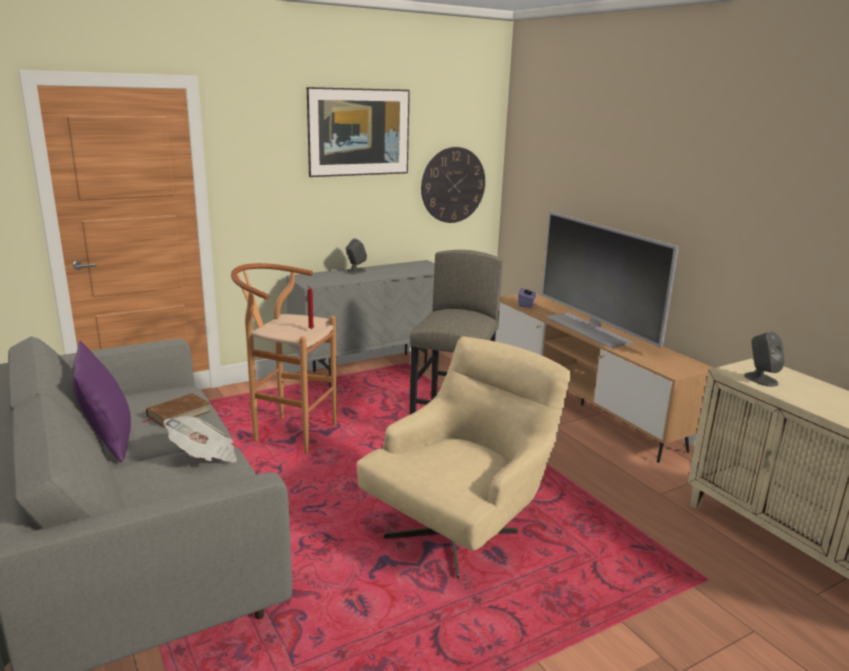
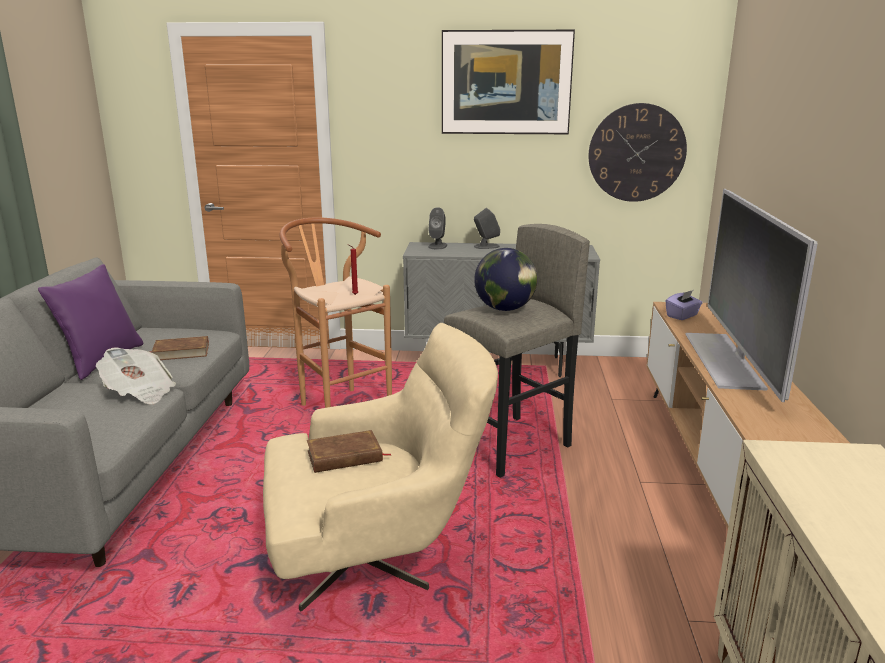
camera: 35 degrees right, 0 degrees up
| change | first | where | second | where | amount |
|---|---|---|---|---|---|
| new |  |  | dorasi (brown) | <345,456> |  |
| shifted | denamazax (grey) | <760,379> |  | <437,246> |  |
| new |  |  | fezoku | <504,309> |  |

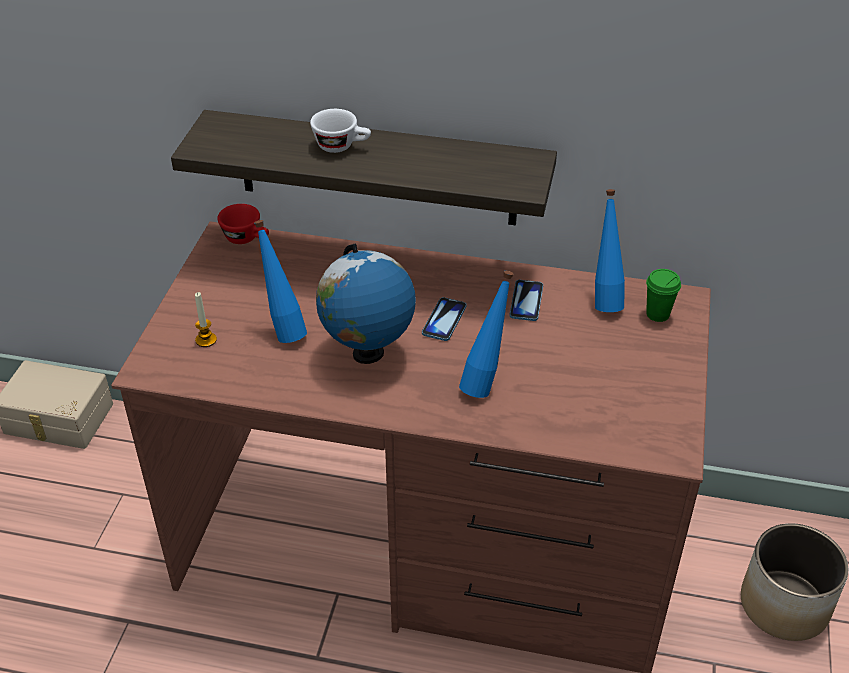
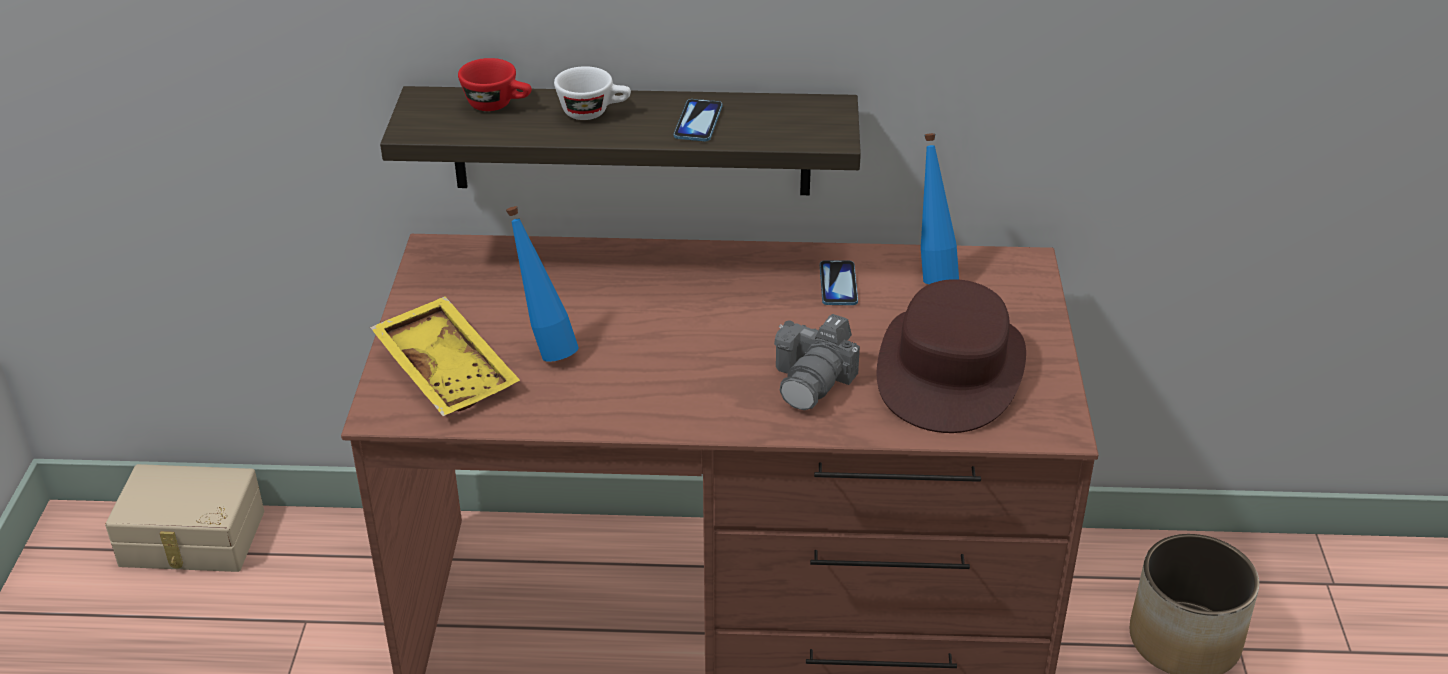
camera: 10 degrees left, 5 degrees down
| change | first | where | second | where | amount |
|---|---|---|---|---|---|
| swapped | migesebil | <206,340> | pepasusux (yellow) | <449,370> |  |
| shifted | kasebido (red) | <247,238> |  | <498,104> |  |
| shifted | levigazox | <444,320> |  | <698,122> |  |
| swapped | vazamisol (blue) | <485,383> | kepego | <814,380> |  |
| new |  |  | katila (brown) | <950,370> |  |
| gone | fezoku | <367,354> |  |  |  |
| gone | kasebido (green) | <657,314> |  |  |  |

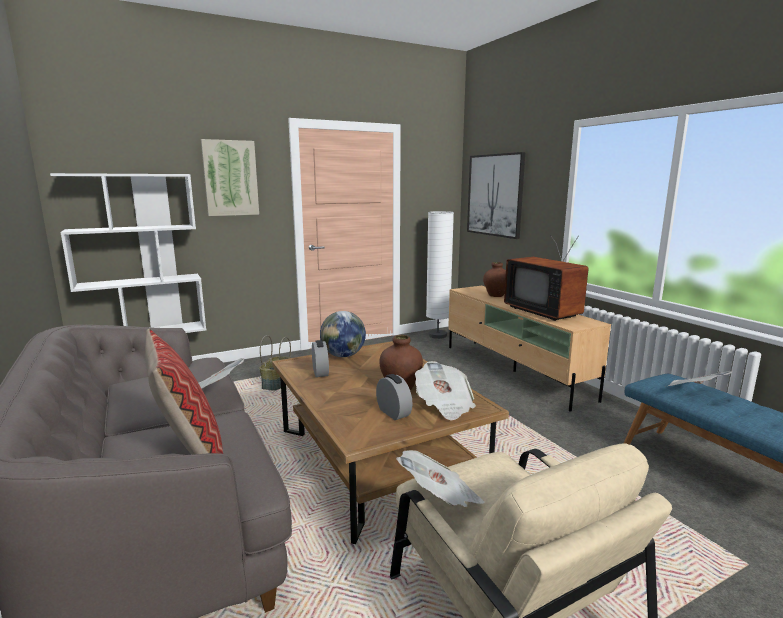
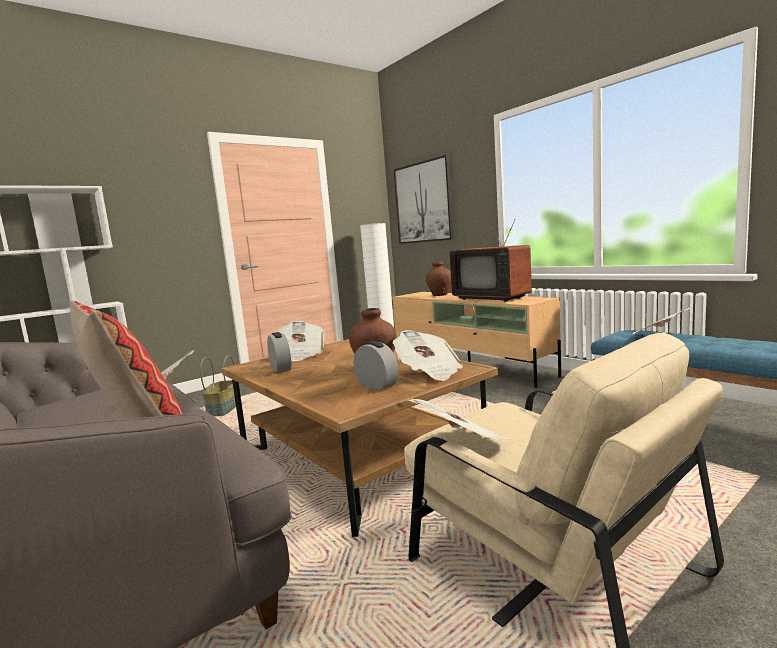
camera: 10 degrees left, 5 degrees down
| change | first | where | second | where | amount |
|---|---|---|---|---|---|
| swapped | fezoku | <343,355> | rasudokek | <301,354> |  |
| gone | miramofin | <230,178> |  |  |  |

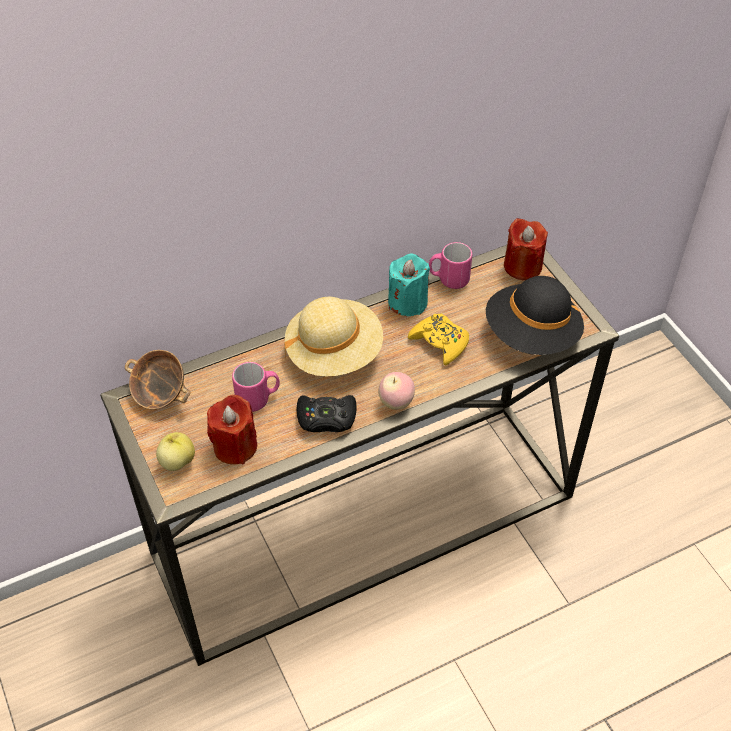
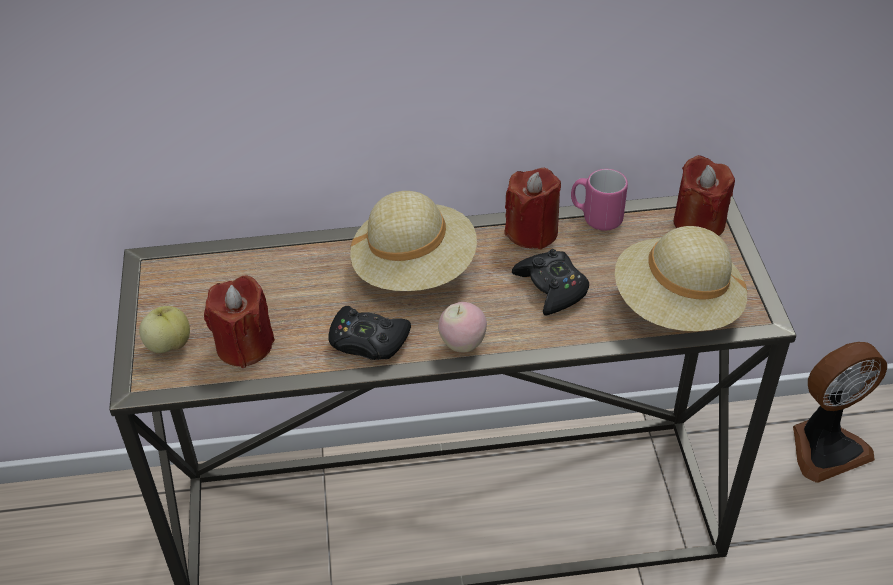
camera: 20 degrees right, 5 degrees down
| change | first | where | second | where | amount |
|---|---|---|---|---|---|
| repainted | migesebil (turquoise) | <407,302> | migesebil (red) | <532,232> |  |
| repainted | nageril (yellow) | <440,342> | nageril (black) | <551,288> |  |
| repainted | katila (black) | <531,335> | katila (beige) | <676,306> |  |
| new |  |  | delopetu | <825,446> |  |
| gone | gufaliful | <160,394> |  |  |  |
| gone | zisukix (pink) | <258,399> |  |  |  |

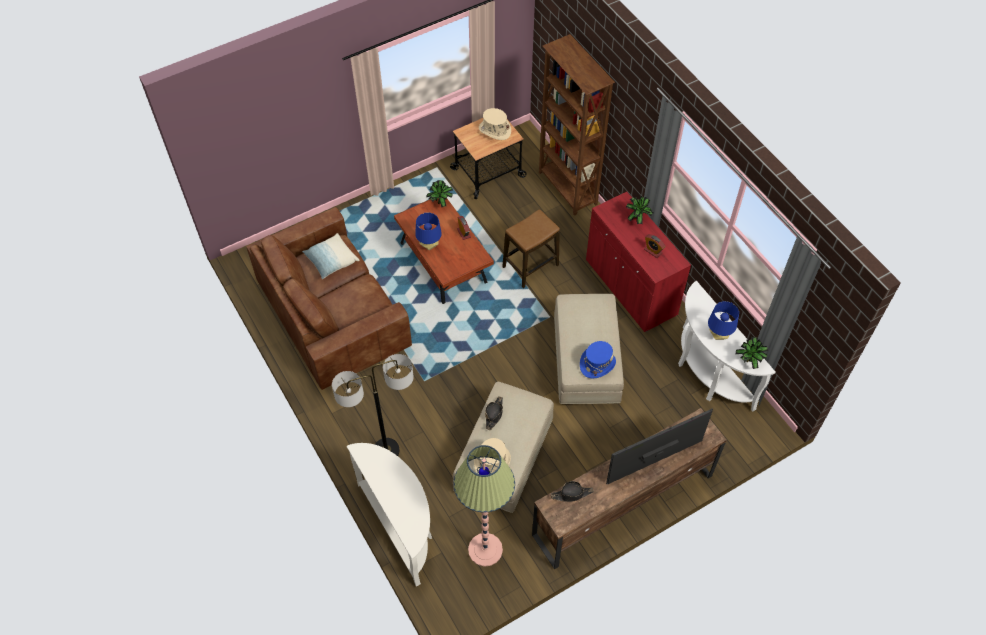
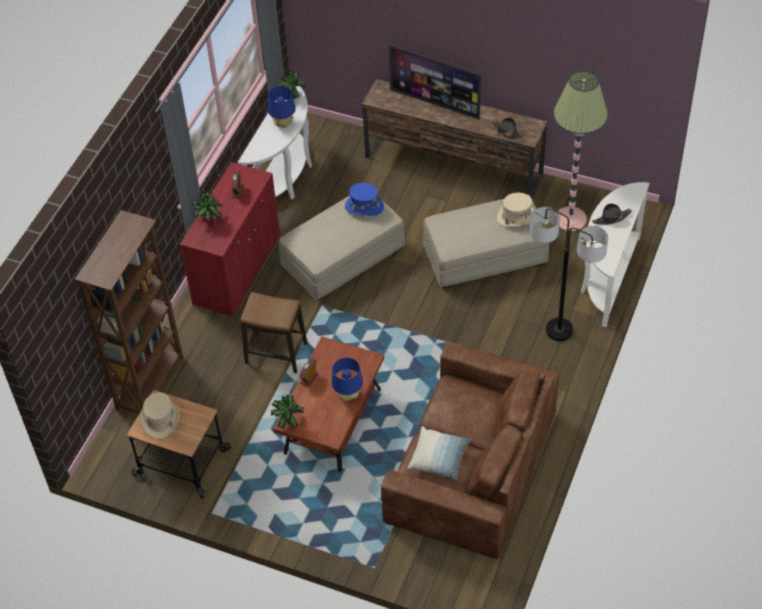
camera: 125 degrees left, 5 degrees down
| change | first | where | second | where | amount |
|---|---|---|---|---|---|
| shifted | katila (black) | <494,414> |  | <611,218> |  |

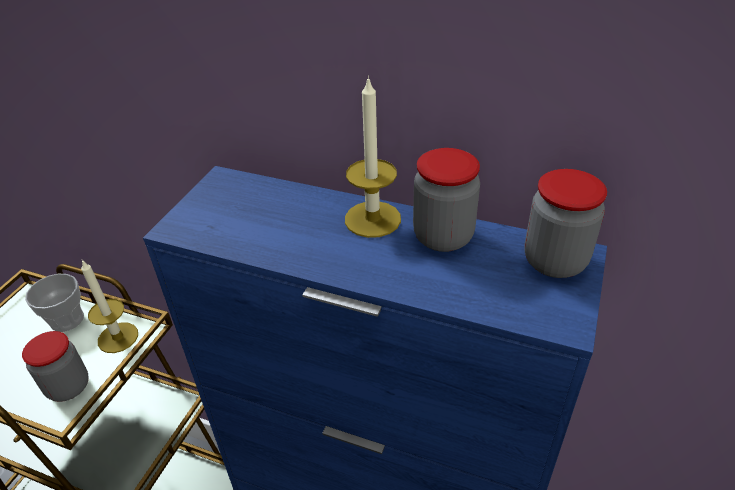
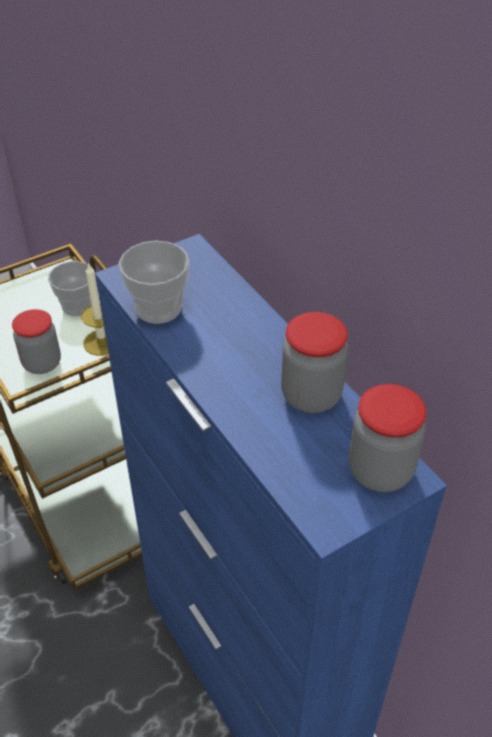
camera: 35 degrees right, 5 degrees up
| change | first | where | second | where | amount |
|---|---|---|---|---|---|
| new |  |  | kasebido | <158,308> |  |
| gone | migesebil | <372,219> |  |  |  |

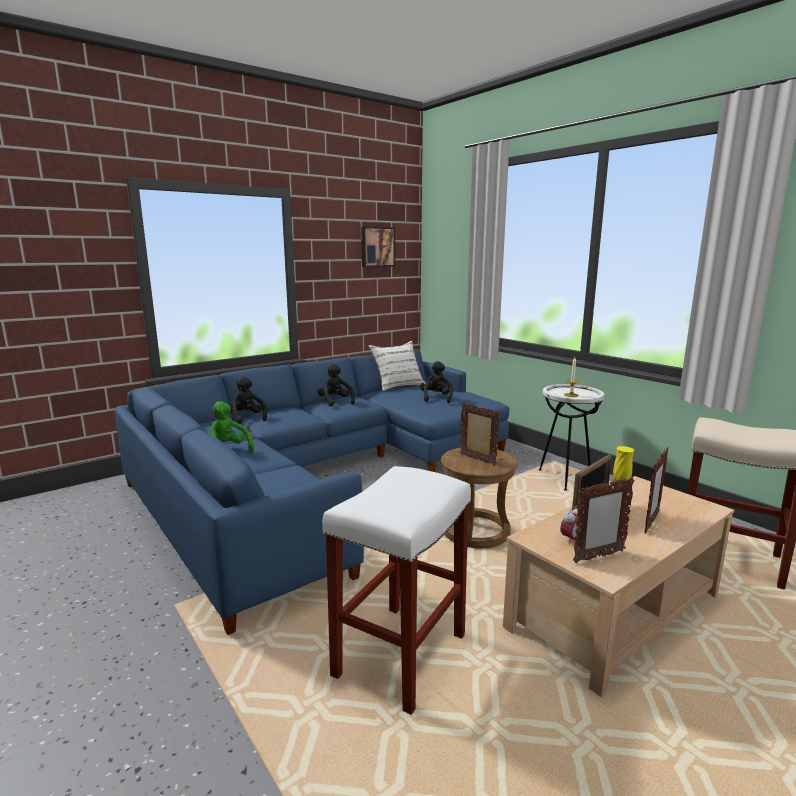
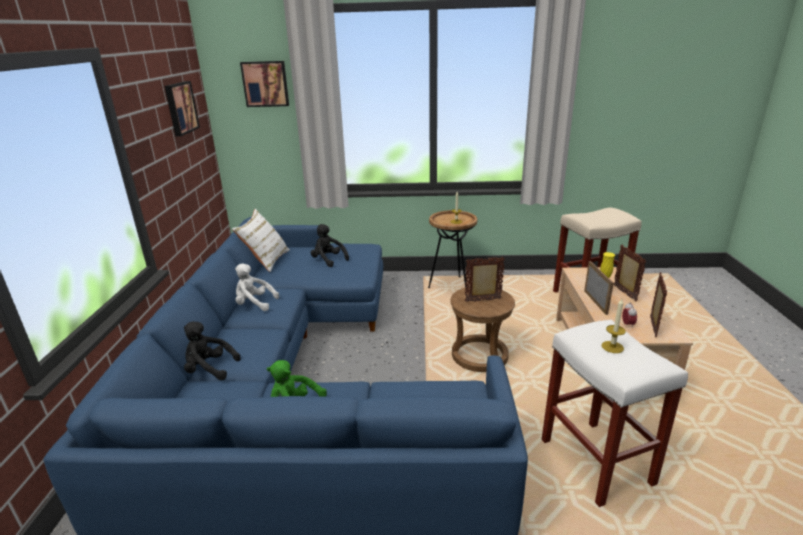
camera: 50 degrees left, 10 degrees up
| change | first | where | second | where | amount |
|---|---|---|---|---|---|
| repainted | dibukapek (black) | <335,402> | dibukapek (white) | <254,304> |  |
| new |  |  | miramofin | <265,84> |  |
| repainted | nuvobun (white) | <564,479> | nuvobun (brown) | <451,287> |  |
| new |  |  | migesebil | <612,347> |  |

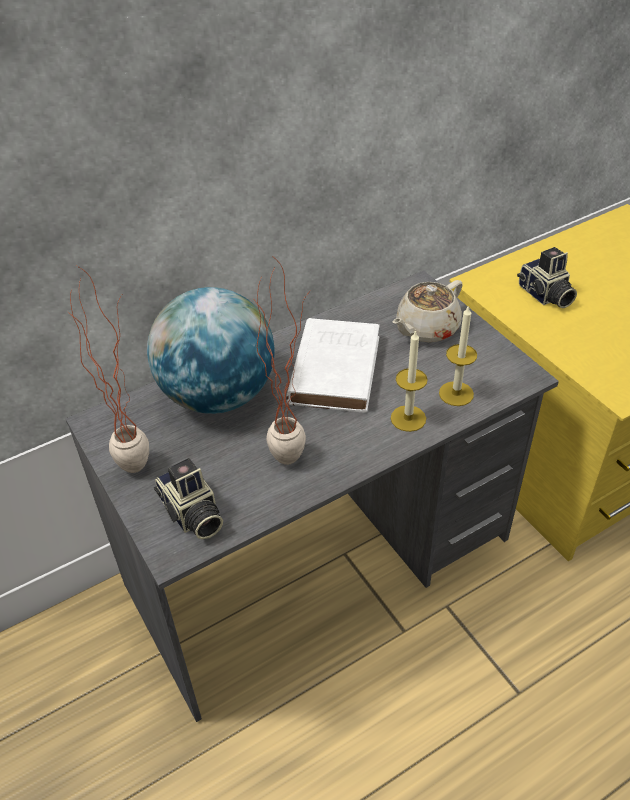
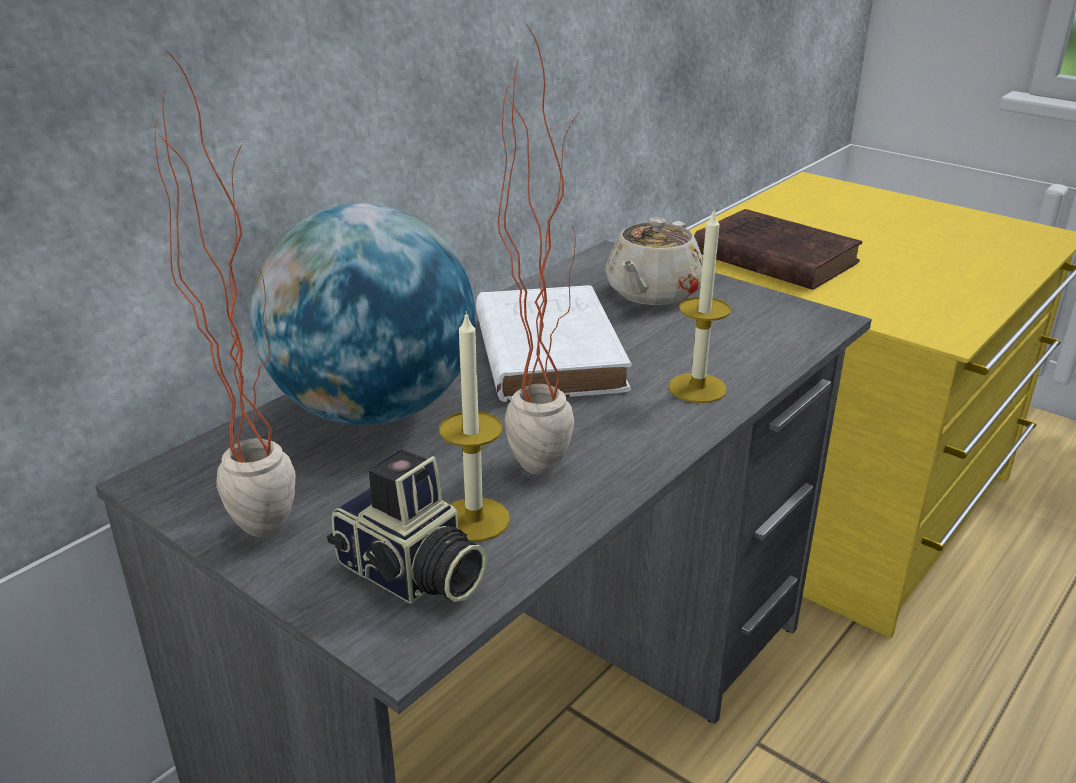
camera: 20 degrees left, 15 degrees down
| change | first | where | second | where | amount |
|---|---|---|---|---|---|
| shifted | migesebil | <456,393> |  | <474,519> |  |
| swapped | kepego | <544,295> | dorasi (brown) | <771,257> |  |

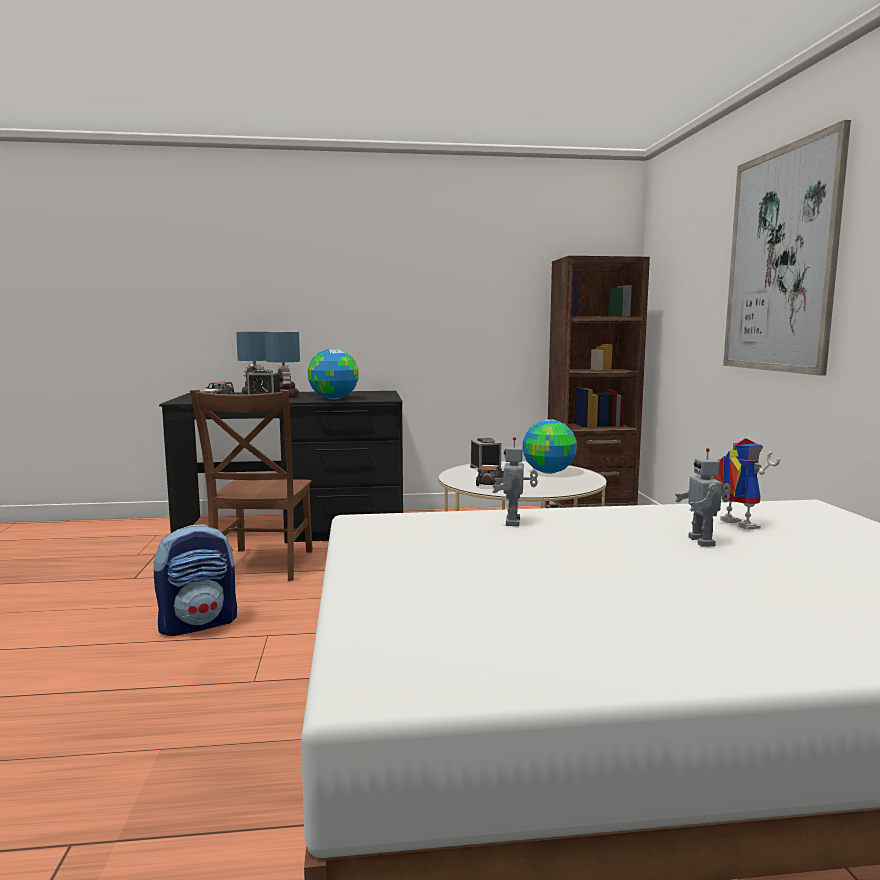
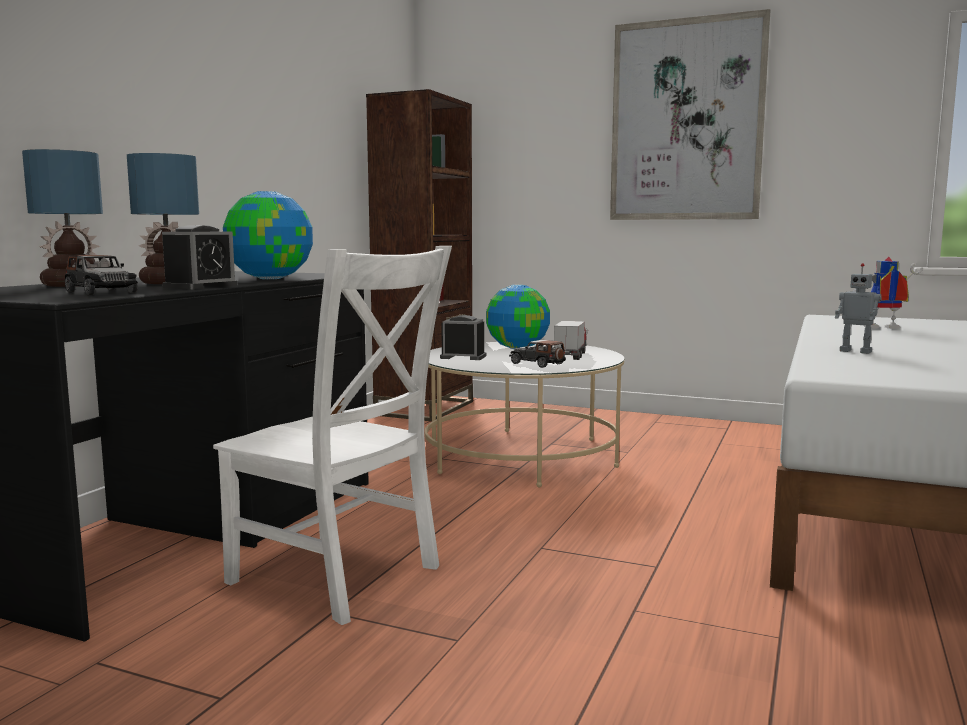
camera: 60 degrees left, 0 degrees up
| change | first | where | second | where | amount |
|---|---|---|---|---|---|
| repainted | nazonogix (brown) | <262,566> | nazonogix (white) | <340,577> |  |
| new |  |  | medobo | <570,355> |  |
| gone | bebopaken | <198,624> |  |  |  |
| gone | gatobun | <703,541> |  |  |  |

